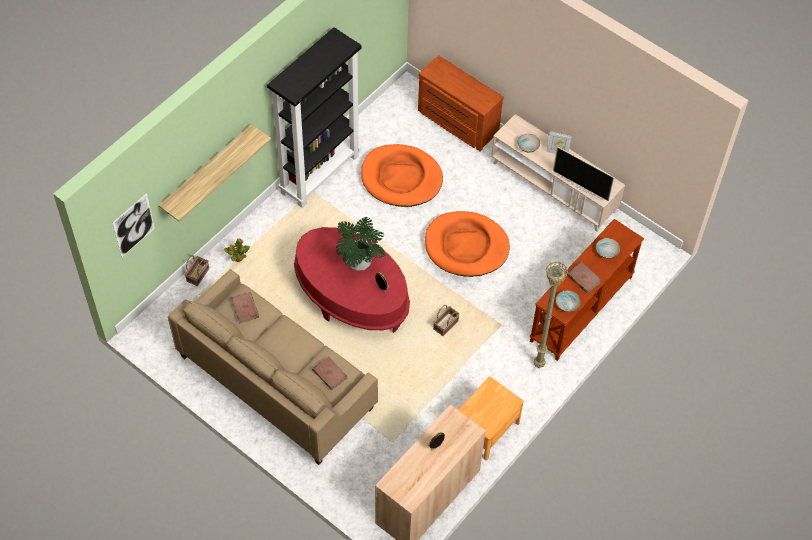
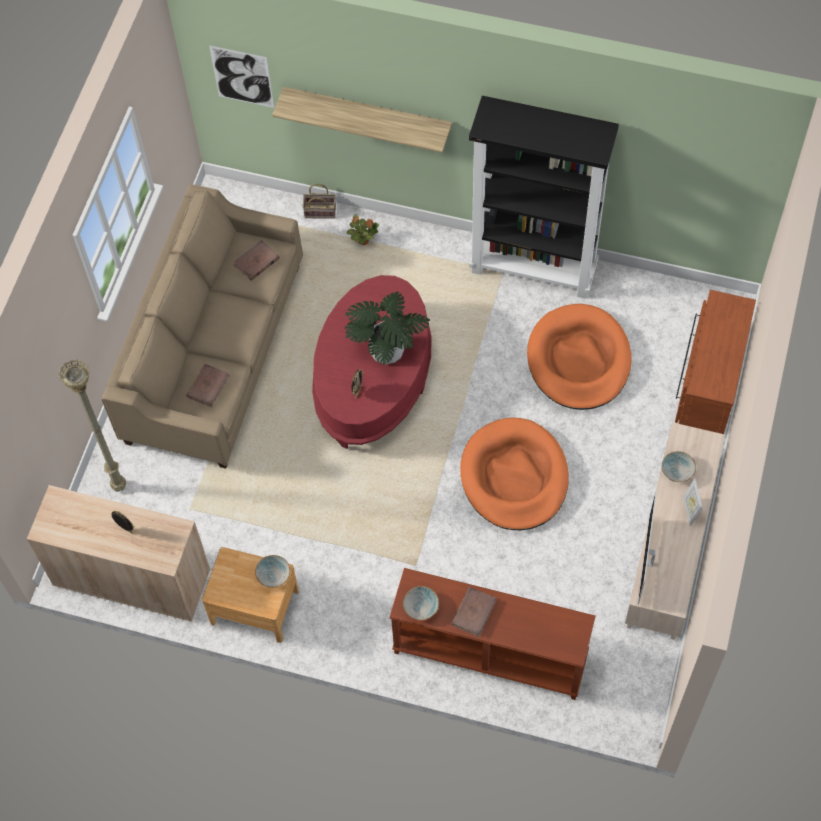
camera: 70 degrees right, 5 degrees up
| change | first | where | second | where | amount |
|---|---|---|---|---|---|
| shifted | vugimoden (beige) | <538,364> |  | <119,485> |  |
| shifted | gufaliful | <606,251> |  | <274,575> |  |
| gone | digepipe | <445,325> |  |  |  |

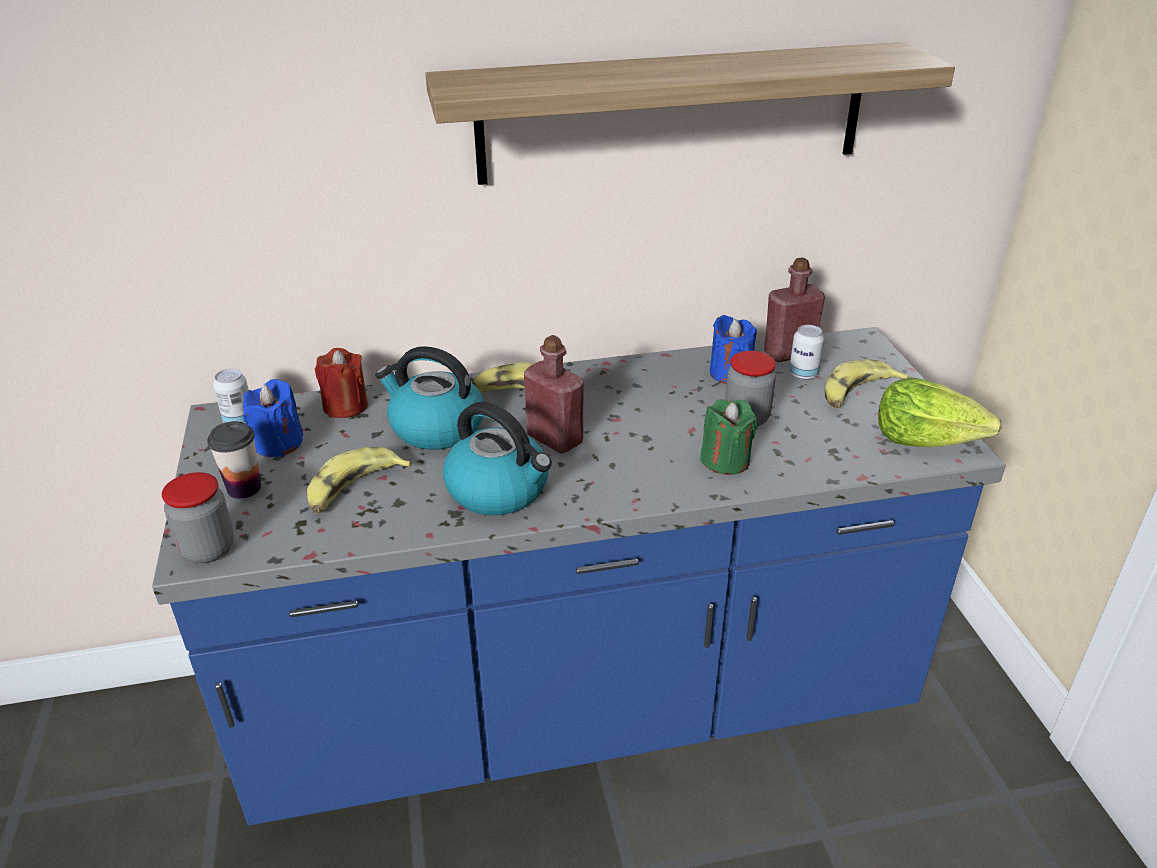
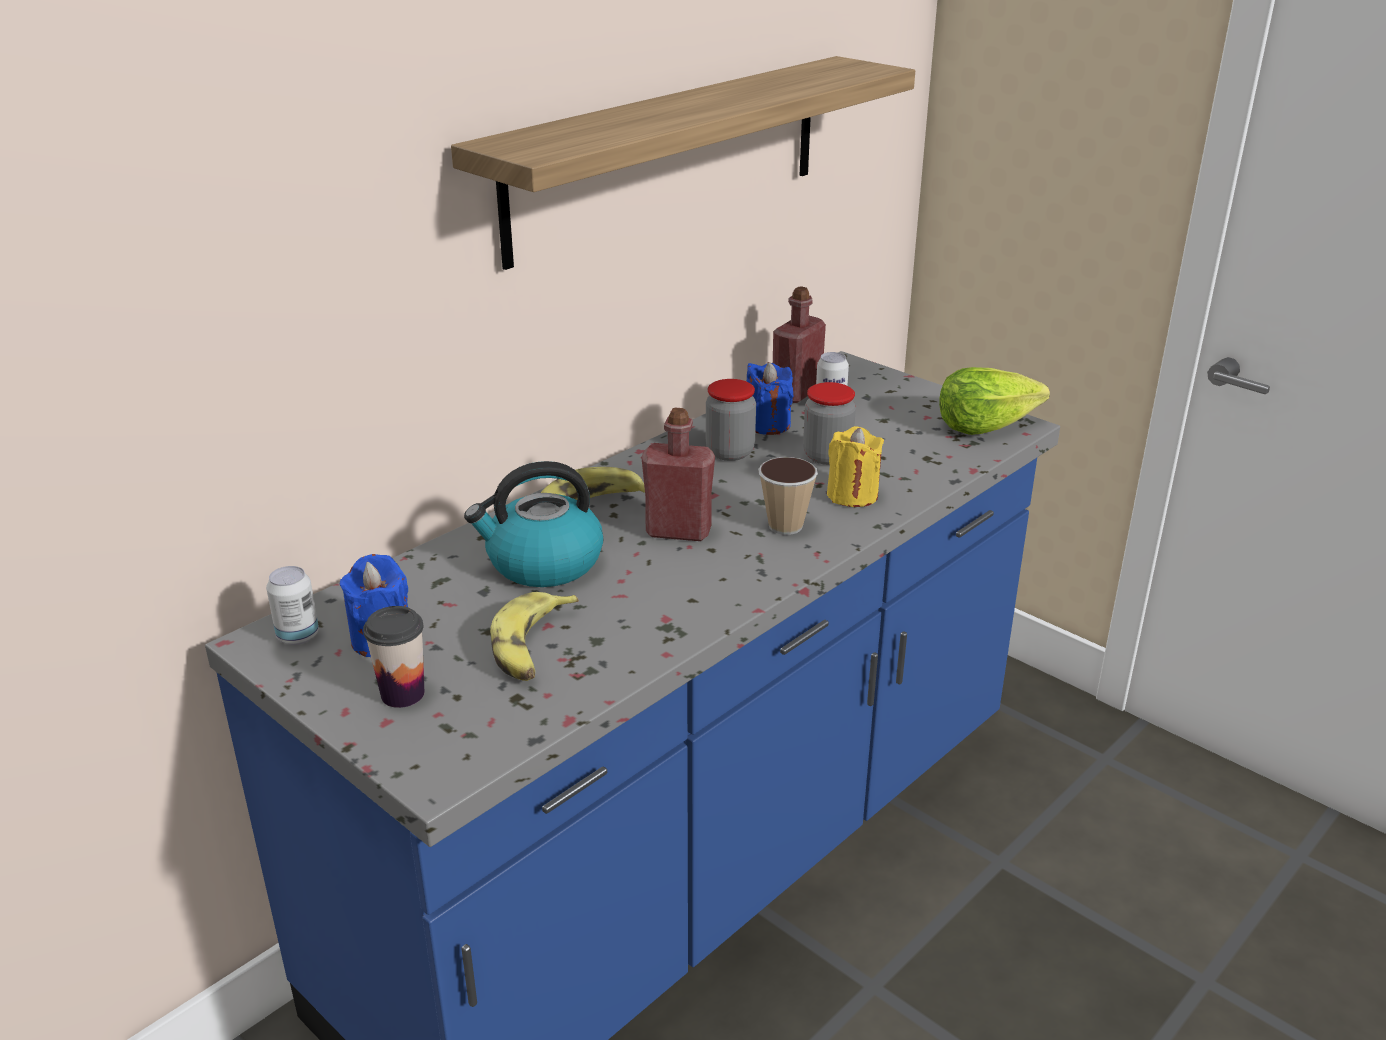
camera: 35 degrees left, 5 degrees down
| change | first | where | second | where | amount |
|---|---|---|---|---|---|
| shifted | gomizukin | <208,549> |  | <730,452> |  |
| new |  |  | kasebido | <785,526> |  |
| repainted | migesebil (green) | <725,460> | migesebil (yellow) | <852,495> |  |
| gone | migesebil (red) | <345,406> |  |  |  |
| gone | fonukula | <499,490> |  |  |  |
| gone | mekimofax | <857,393> |  |  |  |

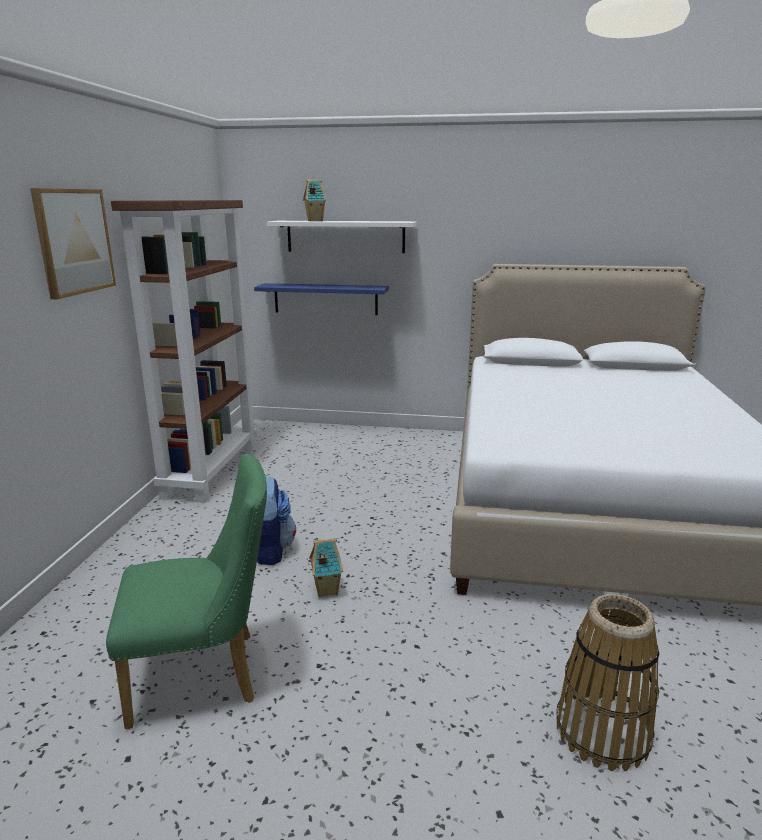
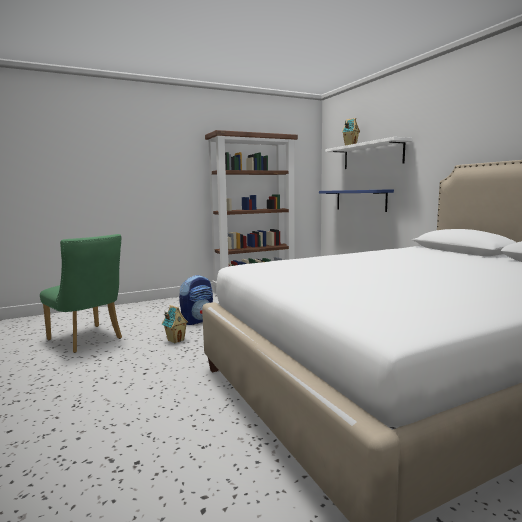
camera: 55 degrees right, 10 degrees down
| change | first | where | second | where | amount |
|---|---|---|---|---|---|
| gone | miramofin | <74,241> |  |  |  |
| gone | digepipe | <603,732> |  |  |  |

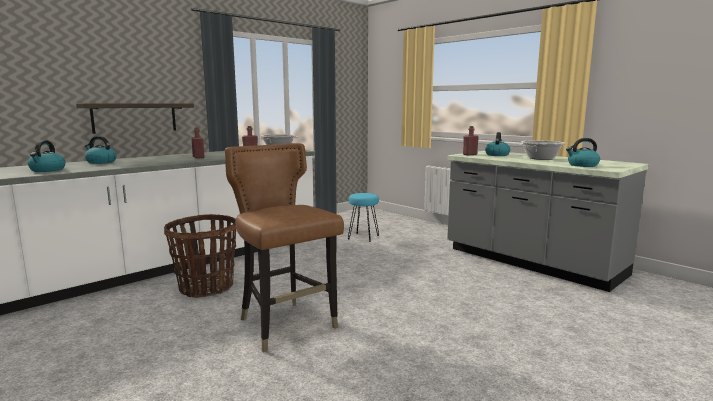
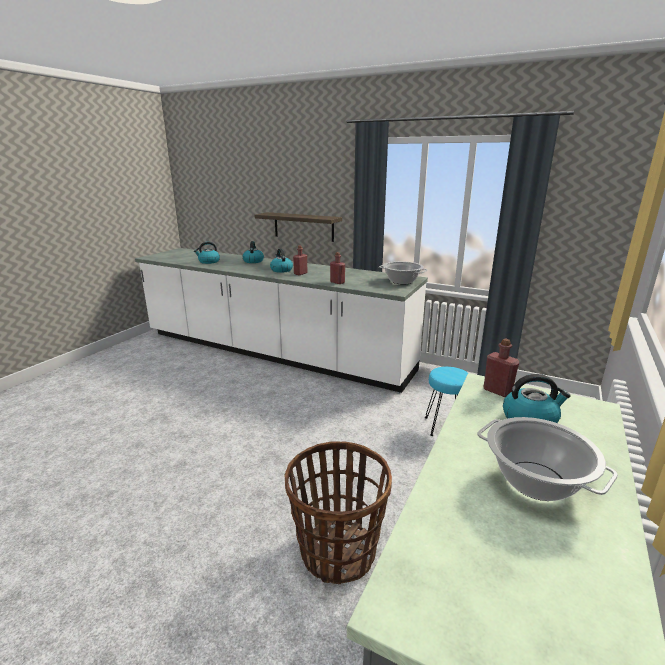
camera: 70 degrees right, 10 degrees up
| change | first | where | second | where | amount |
|---|---|---|---|---|---|
| shifted | fonukula | <582,165> |  | <281,270> |  |
| shifted | digepipe | <206,288> |  | <337,551> |  |
| gone | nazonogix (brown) | <286,325> |  |  |  |

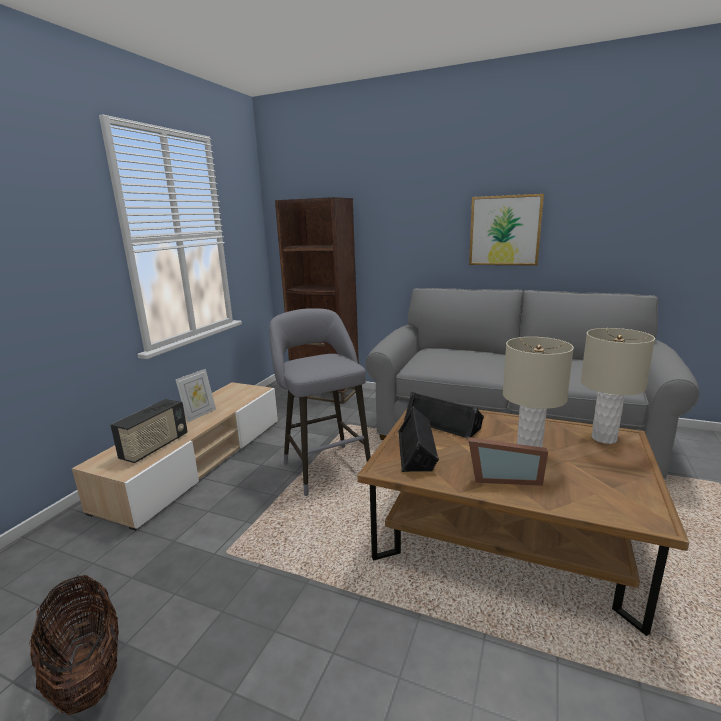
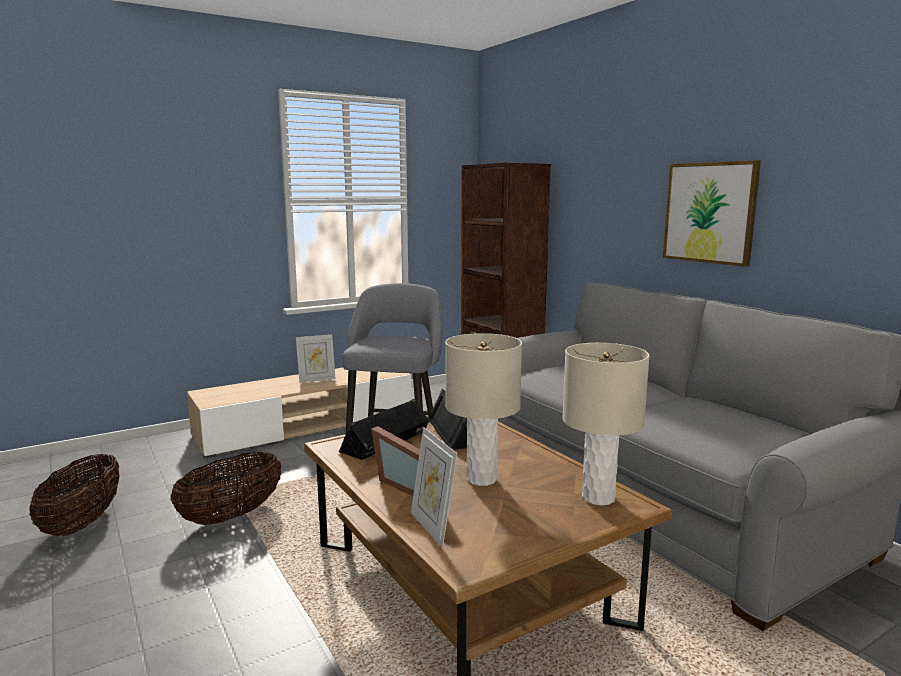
camera: 35 degrees right, 5 degrees down
| change | first | where | second | where | amount |
|---|---|---|---|---|---|
| new |  |  | digepipe | <232,516> |  |
| new |  |  | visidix | <432,527> |  |
| gone | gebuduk | <155,447> |  |  |  |

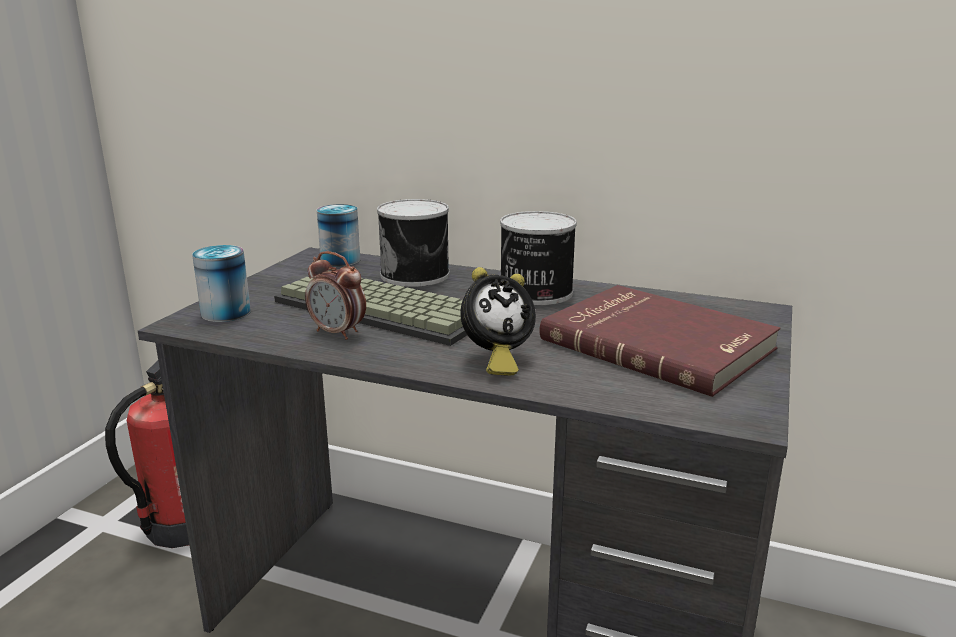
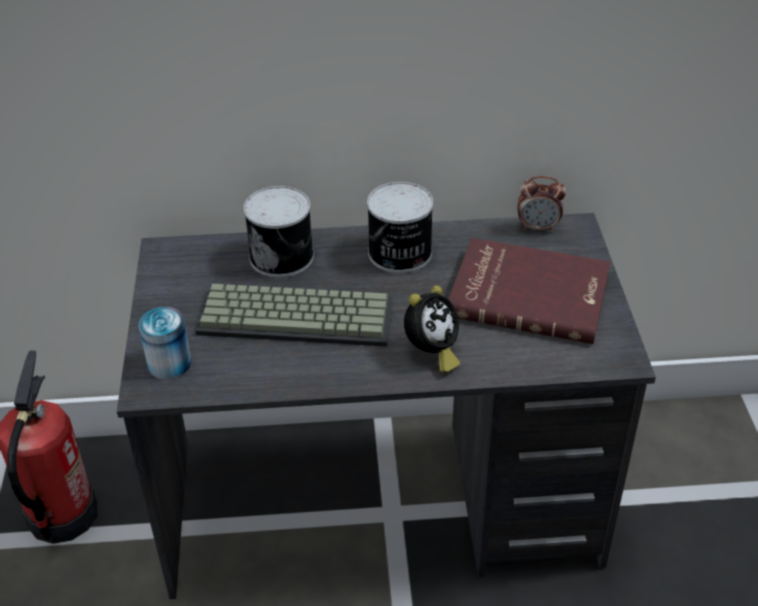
camera: 25 degrees left, 20 degrees up
| change | first | where | second | where | amount |
|---|---|---|---|---|---|
| shifted | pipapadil | <338,333> |  | <538,227> |  |
| gone | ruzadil | <340,260> |  |  |  |

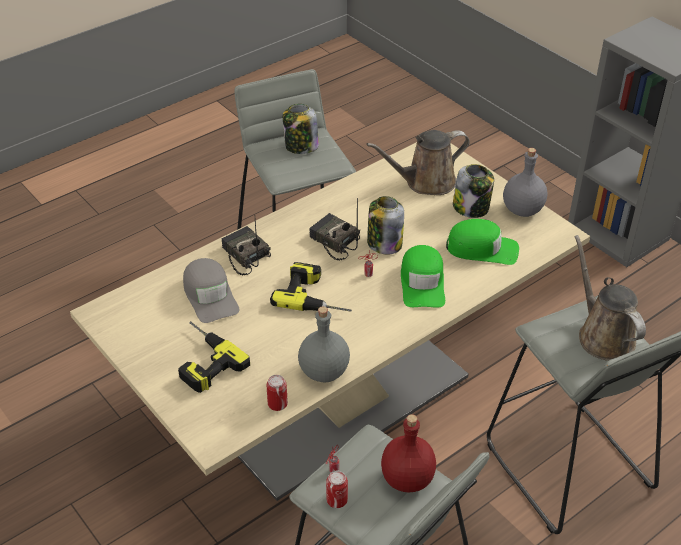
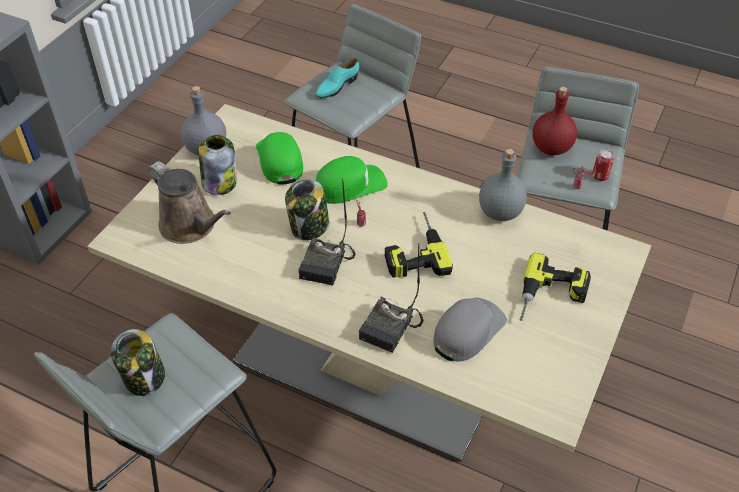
camera: 115 degrees left, 5 degrees up
| change | first | where | second | where | amount |
|---|---|---|---|---|---|
| swapped | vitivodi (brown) | <603,335> | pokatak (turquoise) | <336,86> |  |
| gone | ruzadil | <277,404> |  |  |  |

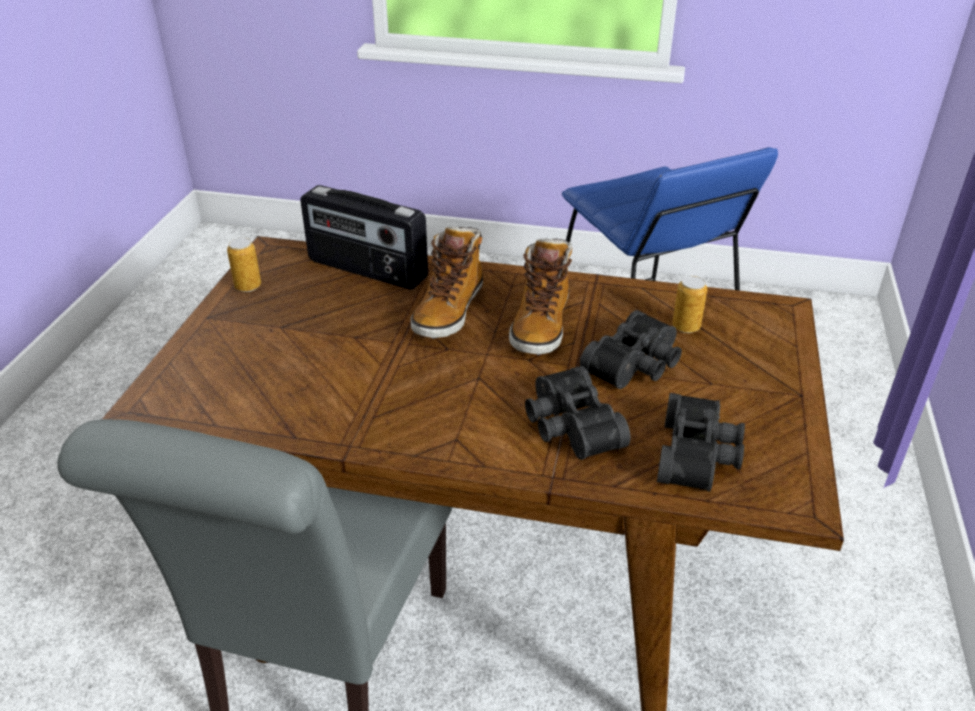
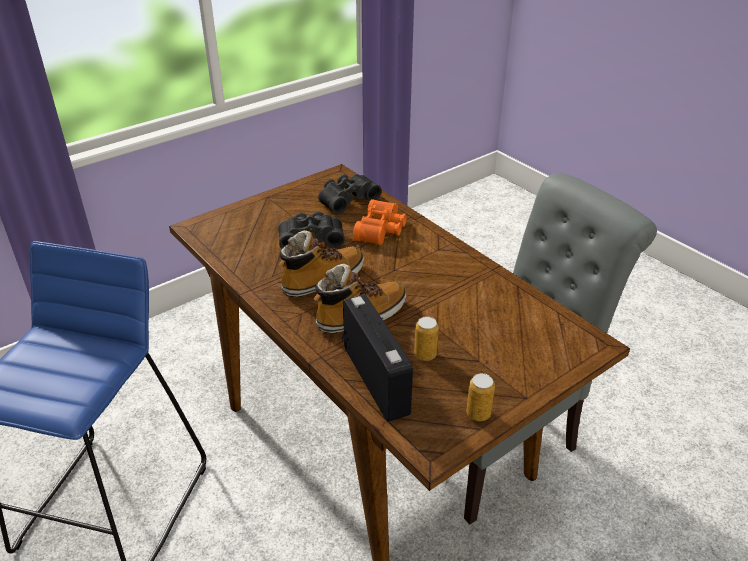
camera: 140 degrees left, 0 degrees up
| change | first | where | second | where | amount |
|---|---|---|---|---|---|
| repainted | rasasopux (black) | <568,427> | rasasopux (orange) | <382,230> |  |
| shifted | ruzadil | <686,327> |  | <425,355> |  |

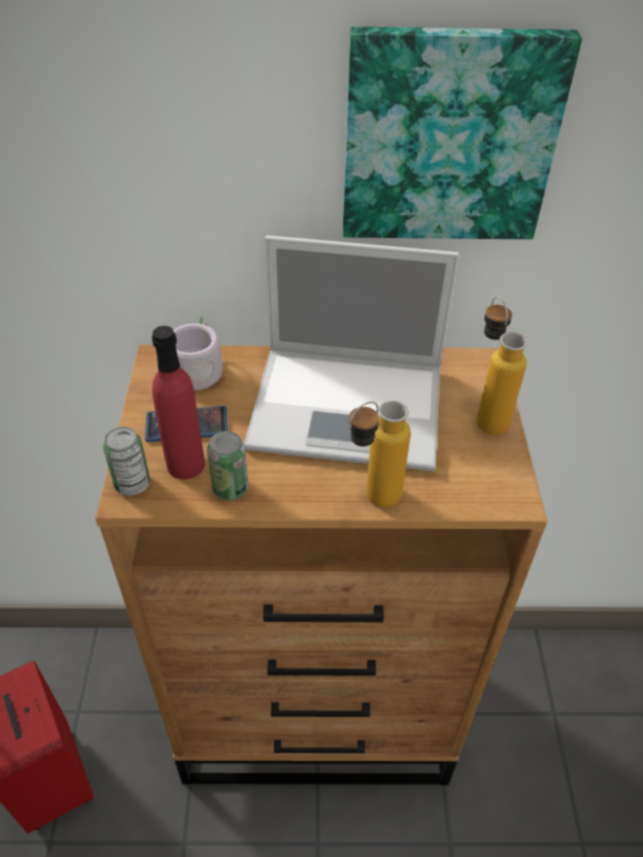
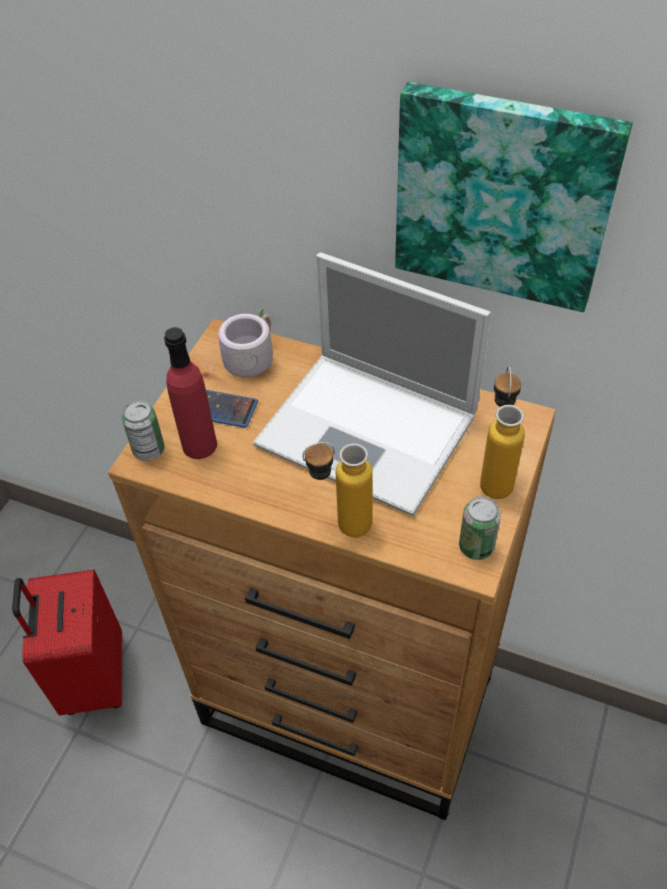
camera: 25 degrees right, 5 degrees up
| change | first | where | second | where | amount |
|---|---|---|---|---|---|
| shifted | ruzadil | <230,488> |  | <476,546> |  |

